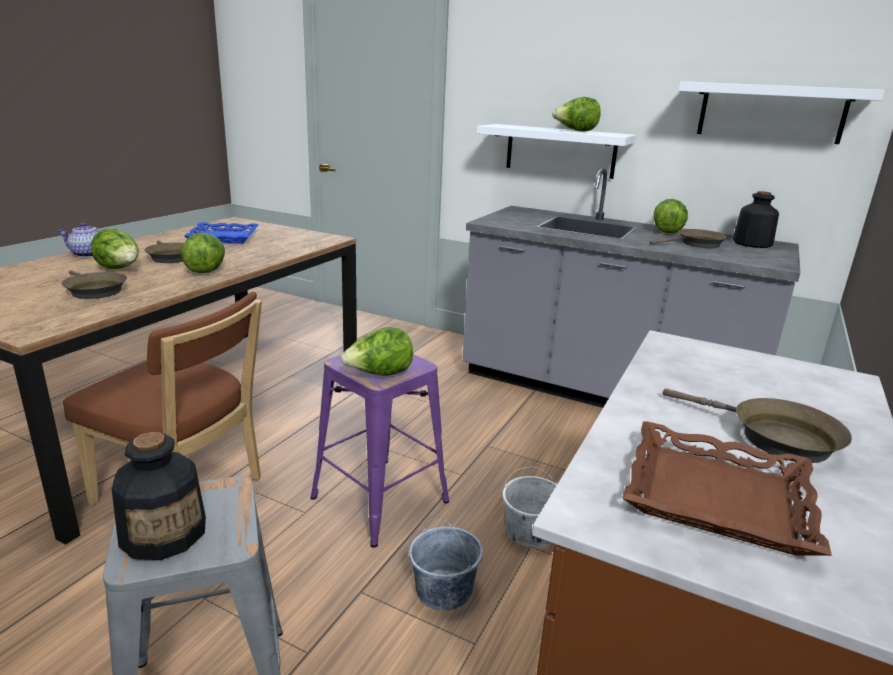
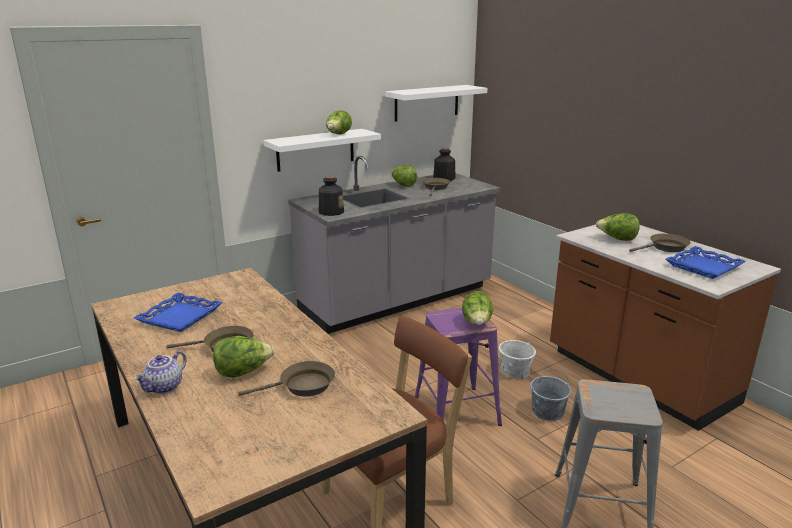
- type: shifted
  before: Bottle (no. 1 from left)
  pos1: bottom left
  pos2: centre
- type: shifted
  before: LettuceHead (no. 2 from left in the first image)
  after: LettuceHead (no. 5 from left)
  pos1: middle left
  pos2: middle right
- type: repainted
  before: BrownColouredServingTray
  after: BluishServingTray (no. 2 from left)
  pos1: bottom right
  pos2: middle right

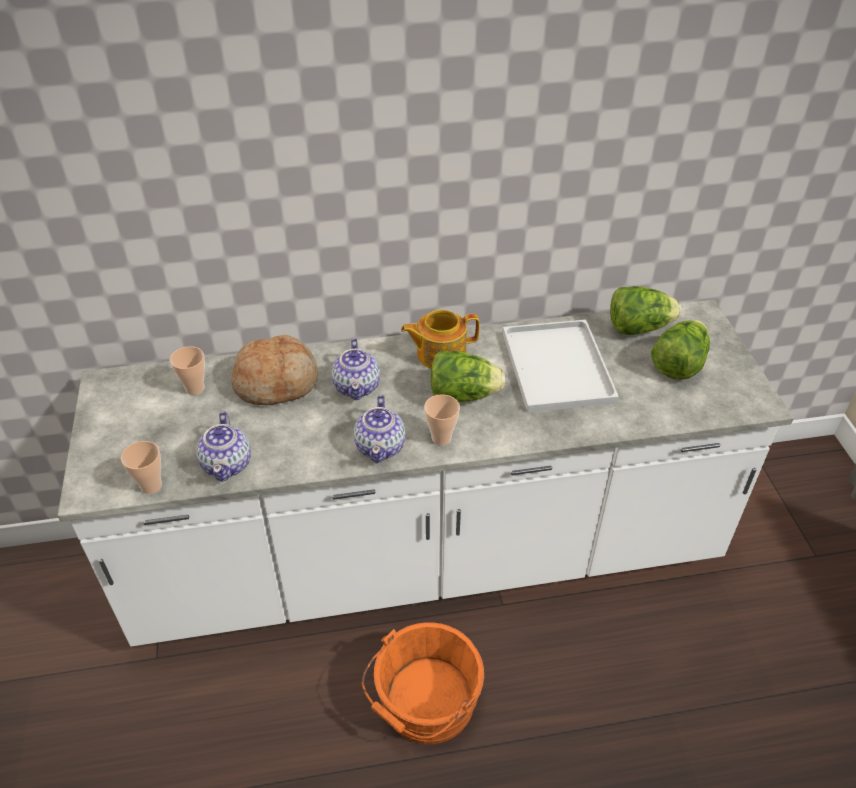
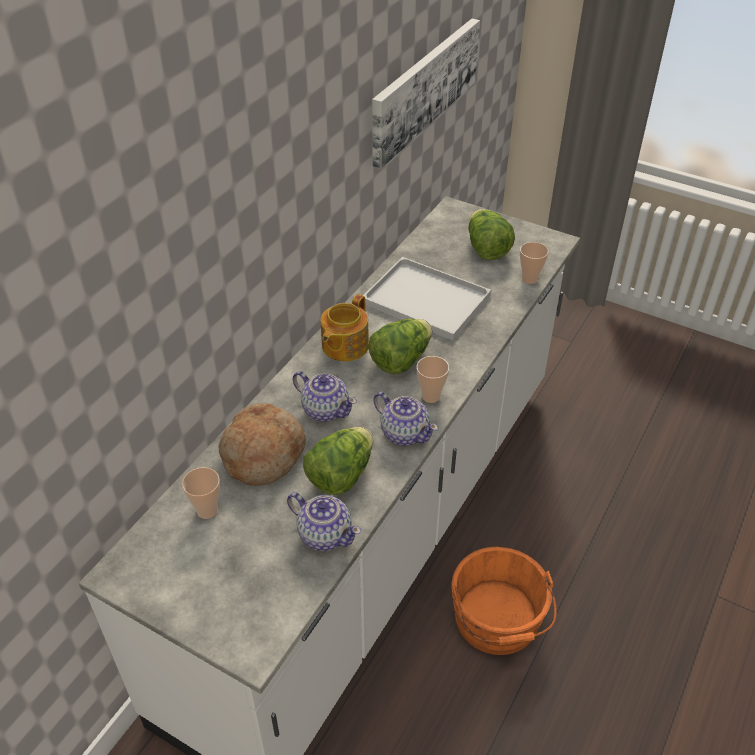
- type: shifted
  before: Cup (no. 1 from left in the first image)
  after: Cup (no. 3 from left)
  pos1: middle left
  pos2: middle right
- type: shifted
  before: LettuceHead (no. 2 from left in the first image)
  after: LettuceHead (no. 1 from left)
  pos1: middle right
  pos2: centre
- type: new
  after: Picture
  pos2: top centre

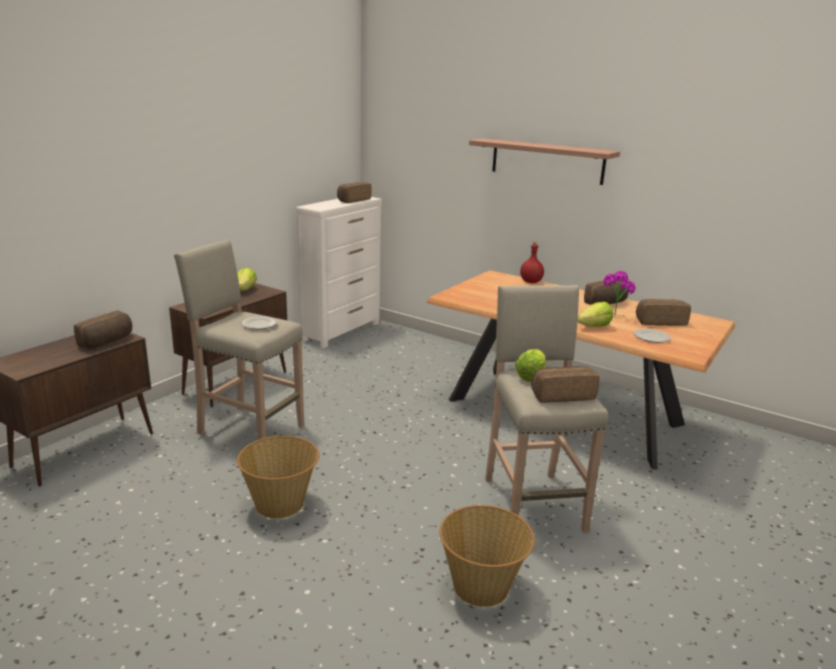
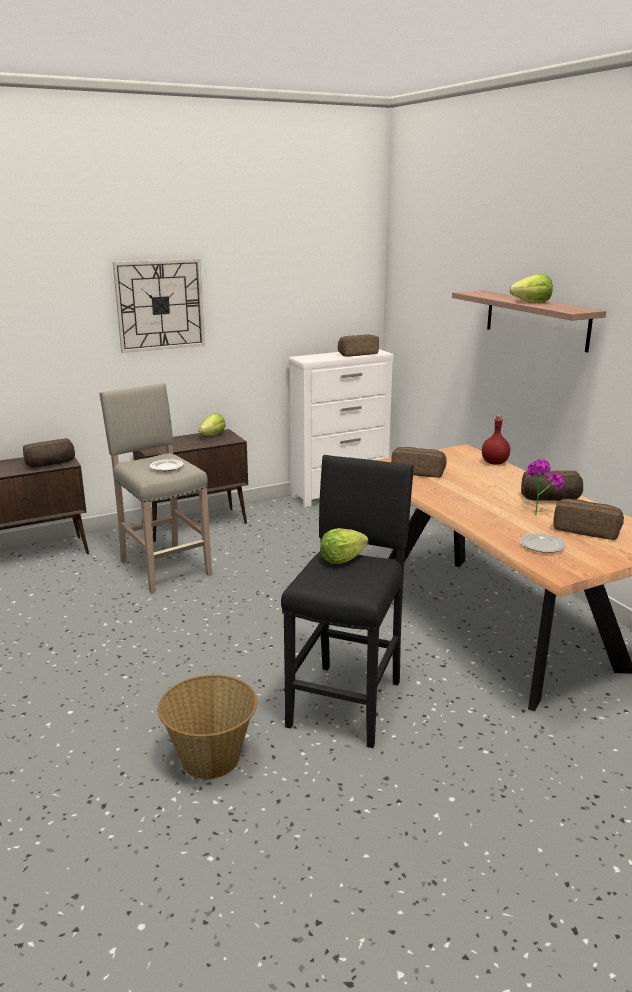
- type: gone
  before: StorageBasket (no. 1 from left)
  pos1: bottom left
- type: repainted
  before: BeigeColouredStoolSeat (no. 2 from left)
  after: BlackColouredStoolSeat
  pos1: centre
  pos2: centre
- type: shifted
  before: BakedBread (no. 3 from left)
  pos1: middle right
  pos2: centre
- type: shifted
  before: LettuceHead (no. 3 from left)
  pos1: middle right
  pos2: top right
- type: new
  after: HangingClock
  pos2: top left

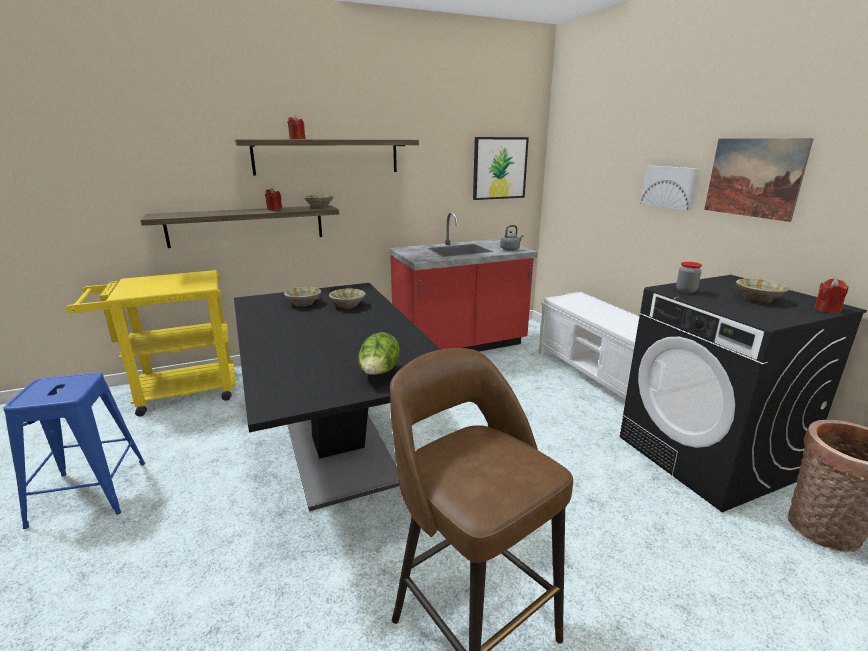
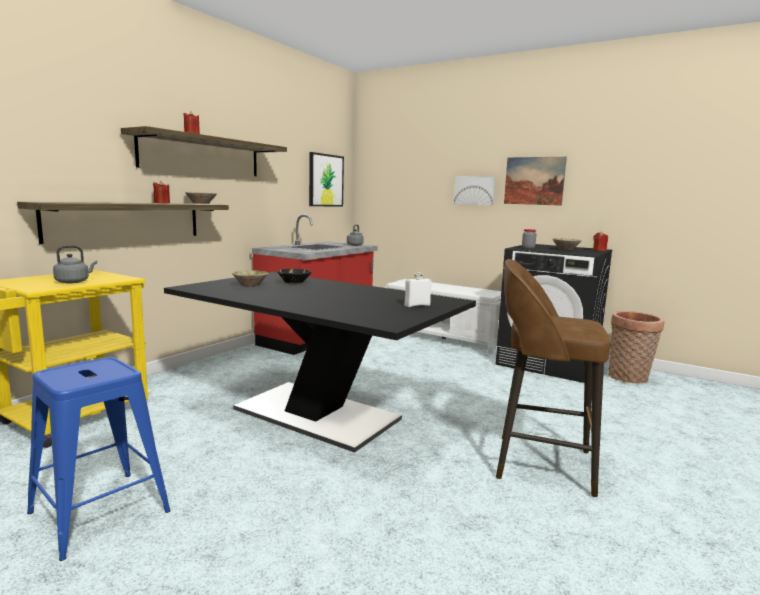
- type: repainted
  before: BeigeColouredServingBowl (no. 3 from left)
  after: BlackColouredServingBowl
  pos1: centre
  pos2: centre
- type: swapped
  before: LettuceHead
  after: WhitishBottle
  pos1: centre
  pos2: centre
- type: new
  after: GreyTeaKettle (no. 1 from left)
  pos2: middle left

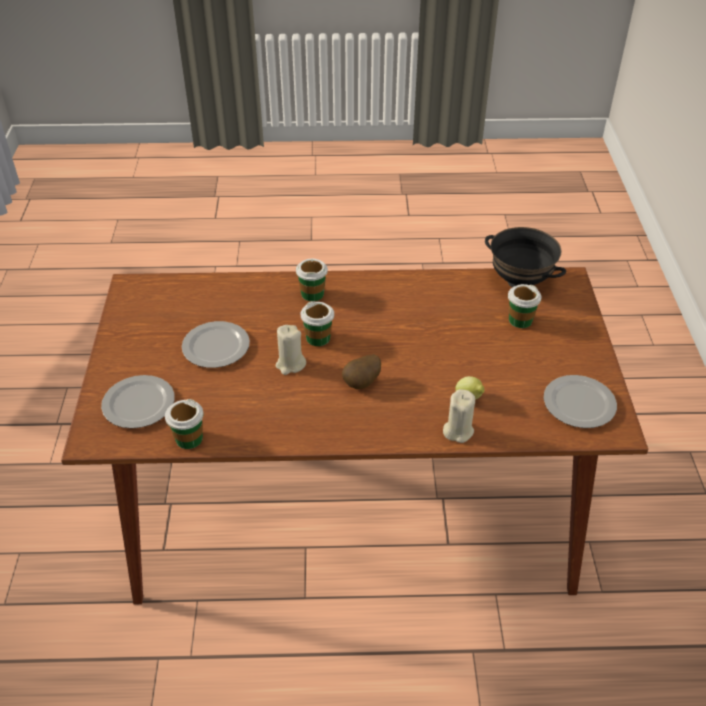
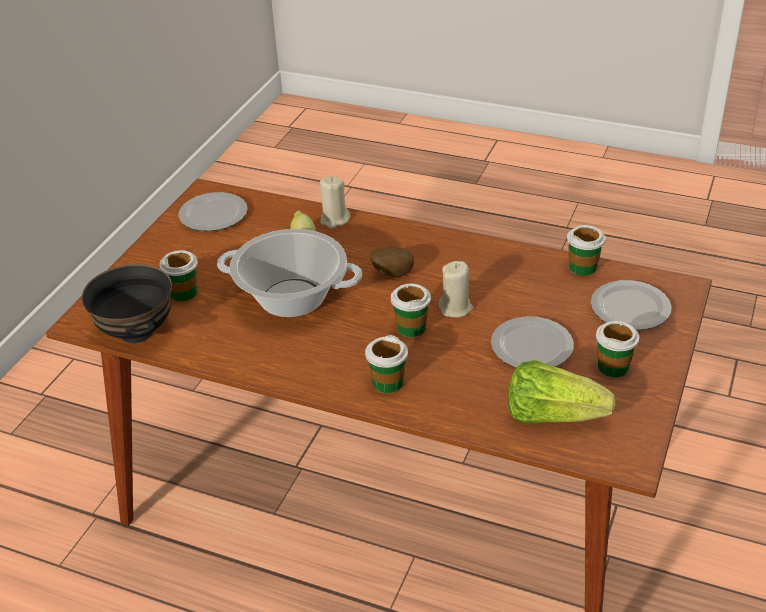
- type: new
  after: Saucepot
  pos2: centre
- type: new
  after: LettuceHead
  pos2: middle right
- type: new
  after: Cup (no. 5 from left)
  pos2: middle right

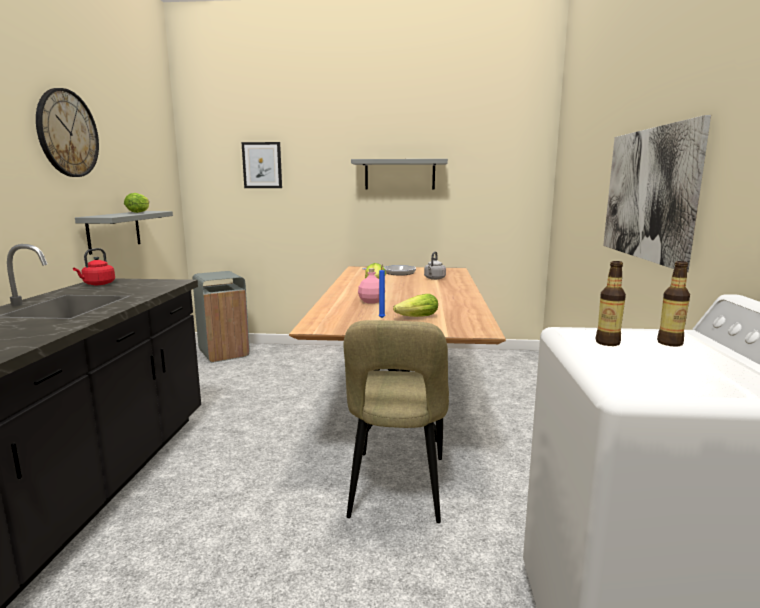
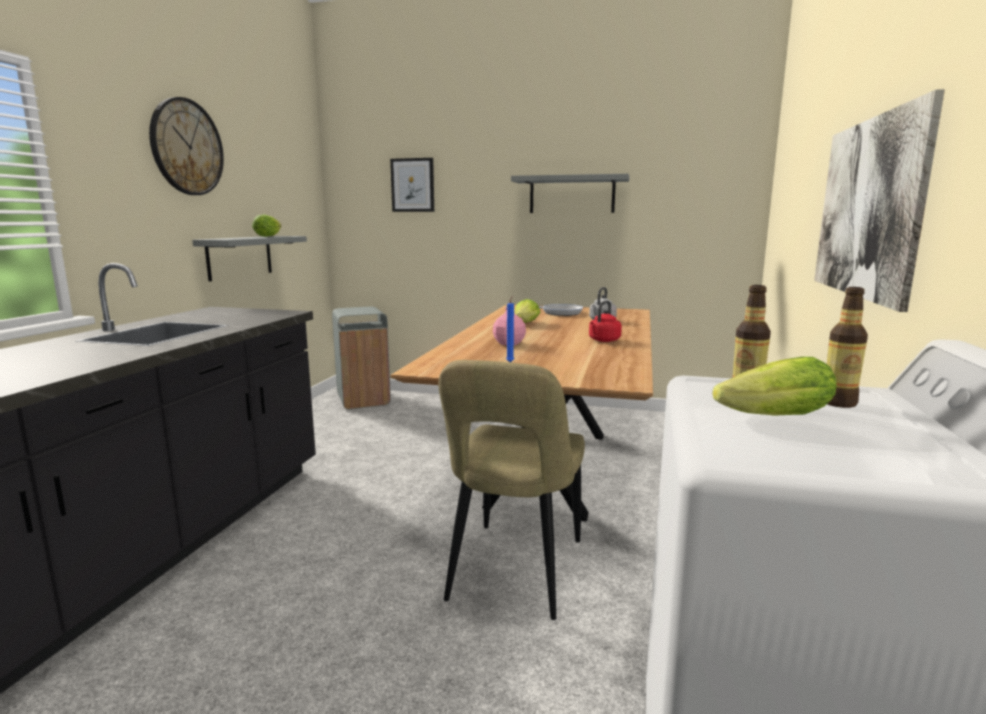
- type: shifted
  before: RedColouredTeaKettle
  pos1: middle left
  pos2: centre
- type: shifted
  before: LettuceHead (no. 3 from left)
  pos1: centre
  pos2: middle right

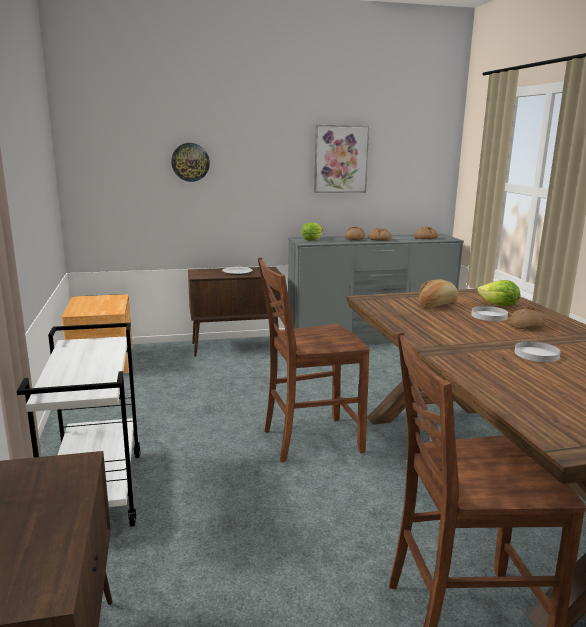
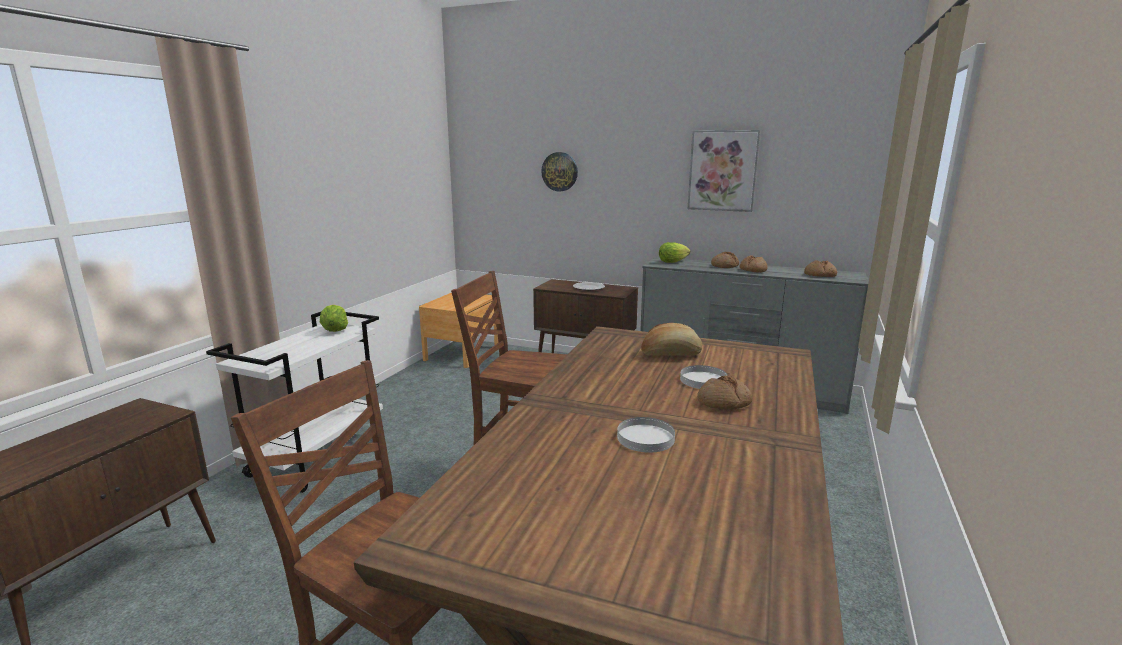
- type: shifted
  before: LettuceHead (no. 2 from left in the first image)
  after: LettuceHead (no. 1 from left)
  pos1: middle right
  pos2: middle left

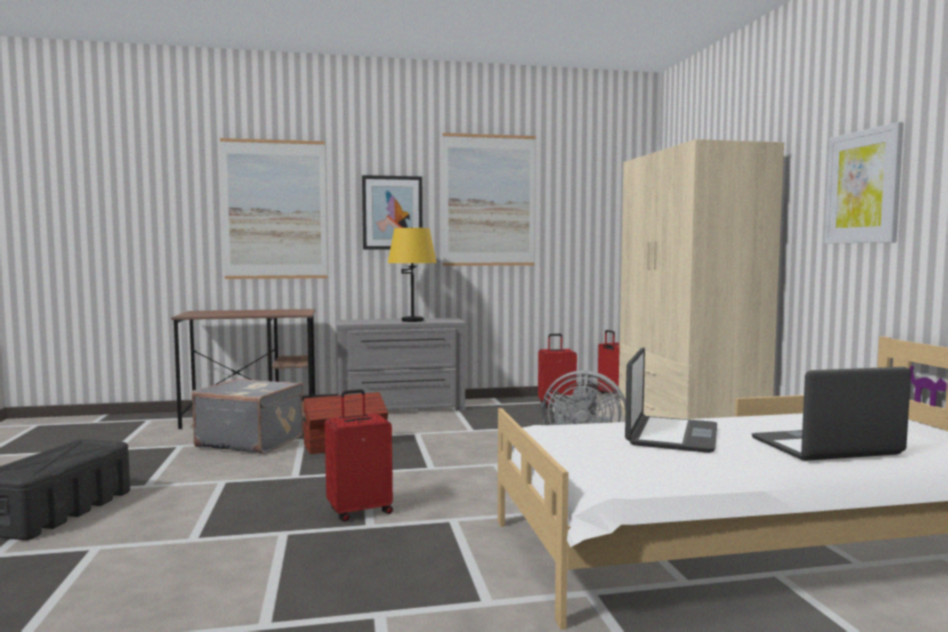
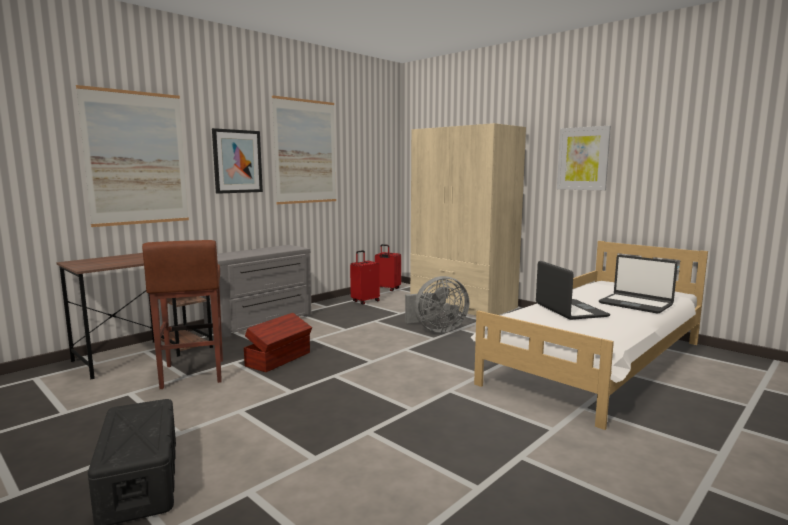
- type: swapped
  before: GreyTravelCase
  after: BrownColouredStoolSeat
  pos1: middle left
  pos2: middle left
- type: gone
  before: RedColouredTravelCase (no. 1 from left)
  pos1: bottom centre
- type: gone
  before: YellowColouredLampForATable
  pos1: centre
- type: rotated
  before: PortableComputer (no. 2 from left)
  pos1: middle right
  pos2: middle right
  turn: -90

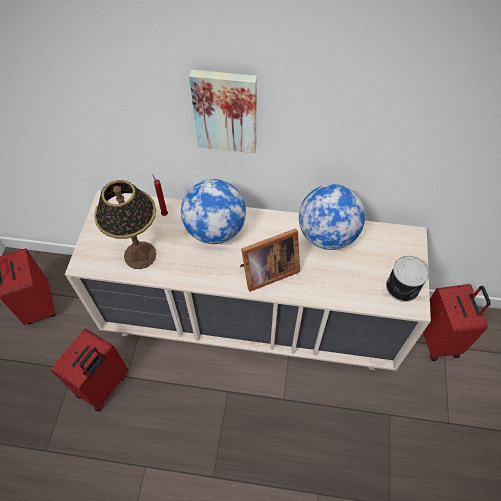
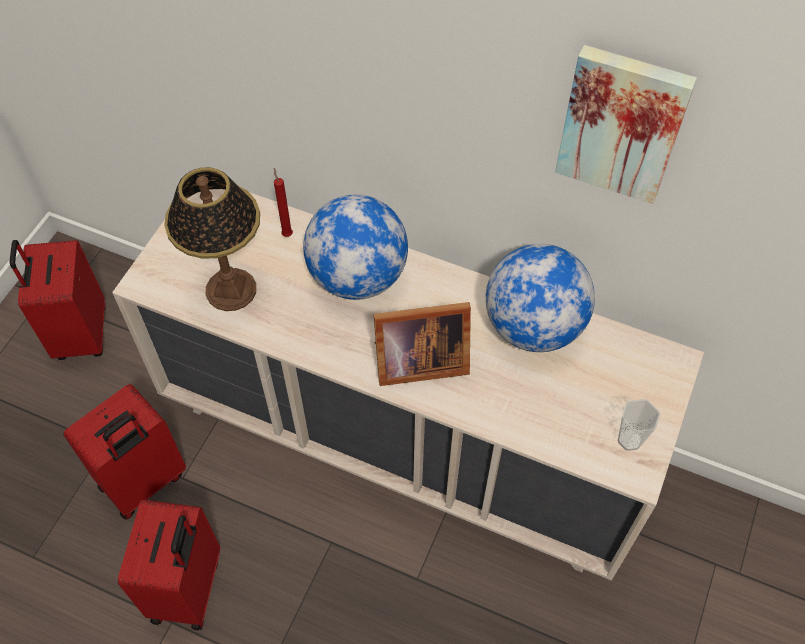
- type: shifted
  before: Picture
  pos1: top centre
  pos2: top right
- type: swapped
  before: SealedCan
  after: Cup
  pos1: middle right
  pos2: middle right
- type: shifted
  before: RedColouredTravelCase (no. 3 from left)
  pos1: middle right
  pos2: bottom left

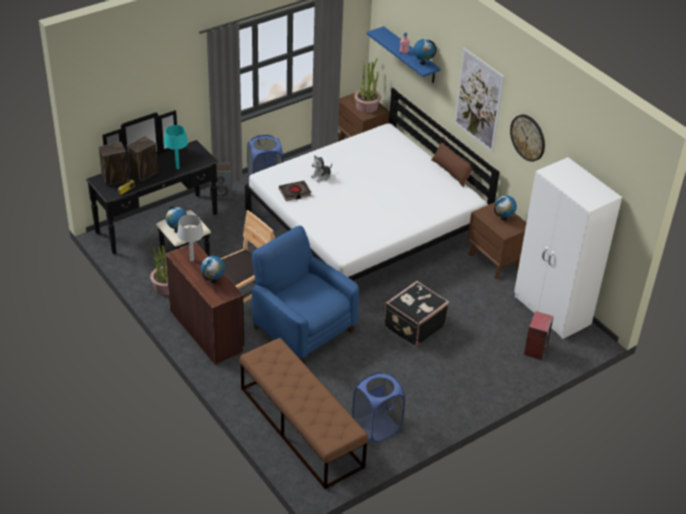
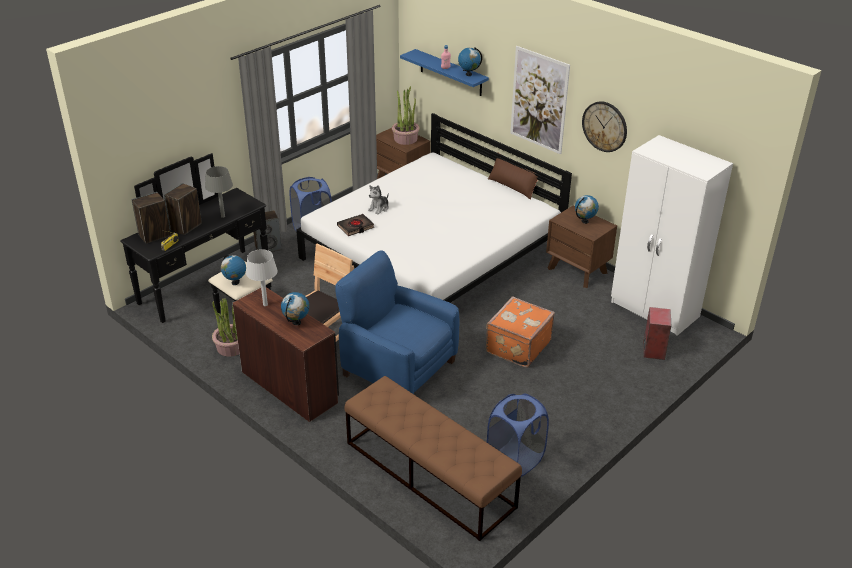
- type: repainted
  before: TurquoiseLampForATable
  after: GreyLampForATable (no. 1 from left)
  pos1: top left
  pos2: middle left
- type: repainted
  before: BlackColouredTravelCase
  after: OrangeyTravelCase
  pos1: centre
  pos2: centre

